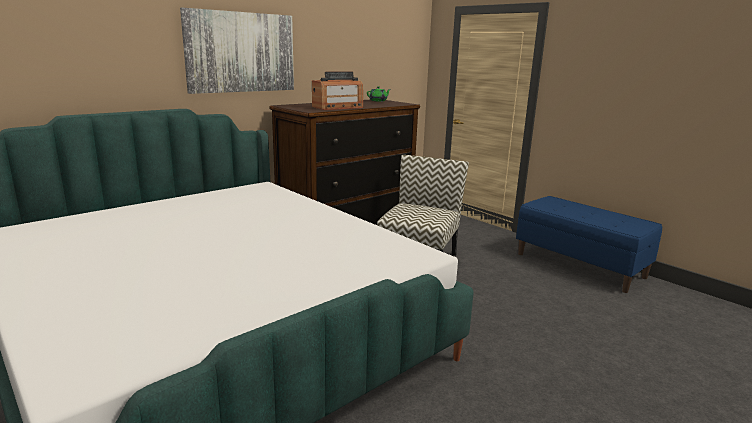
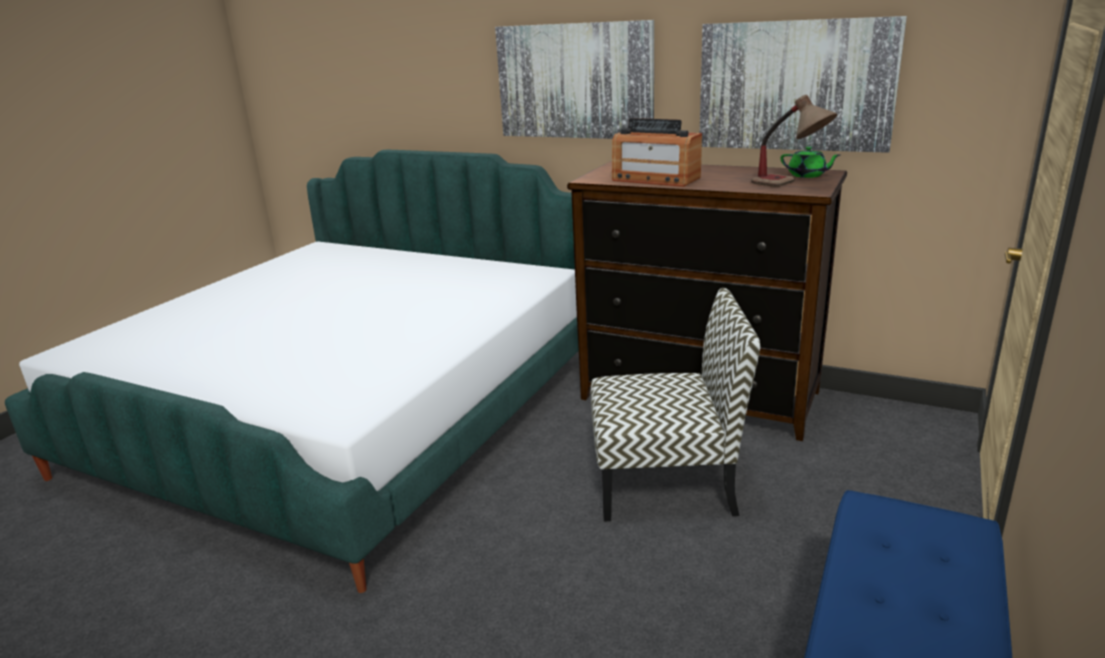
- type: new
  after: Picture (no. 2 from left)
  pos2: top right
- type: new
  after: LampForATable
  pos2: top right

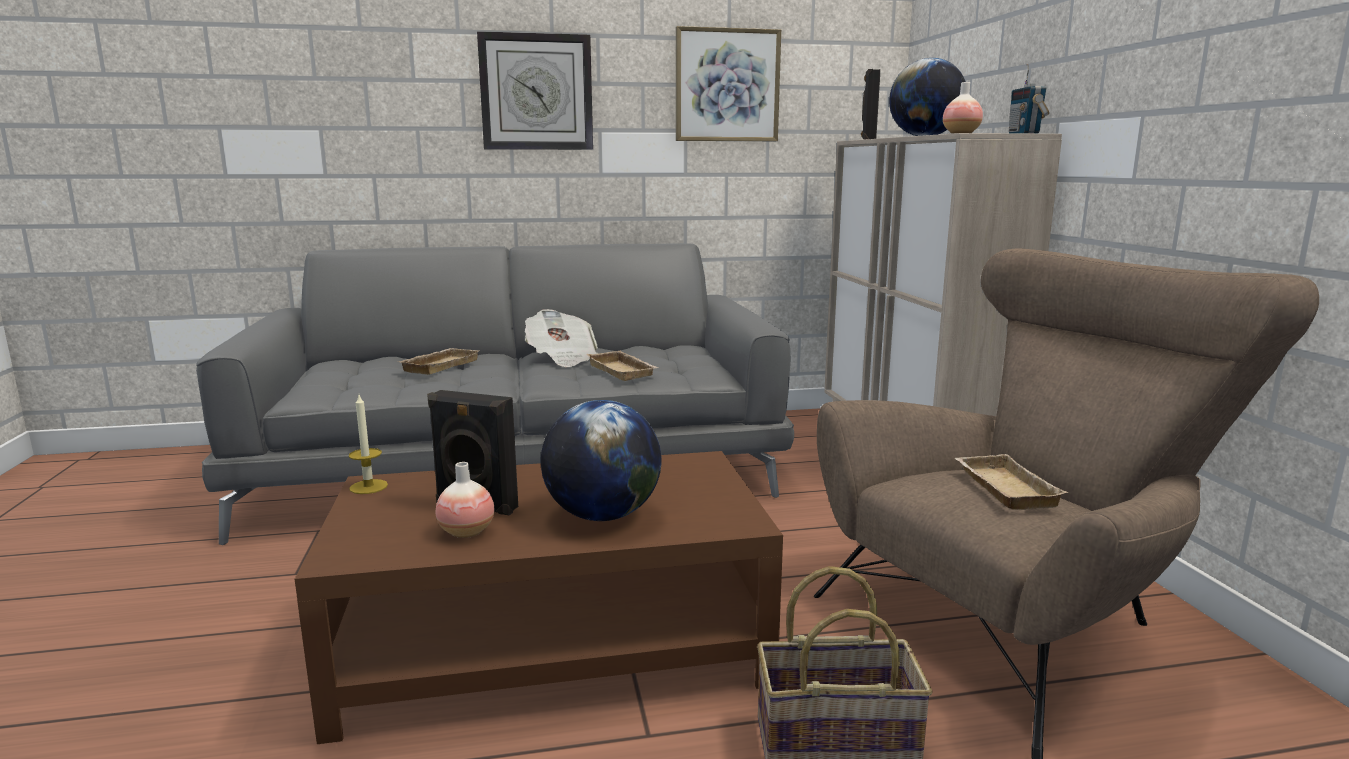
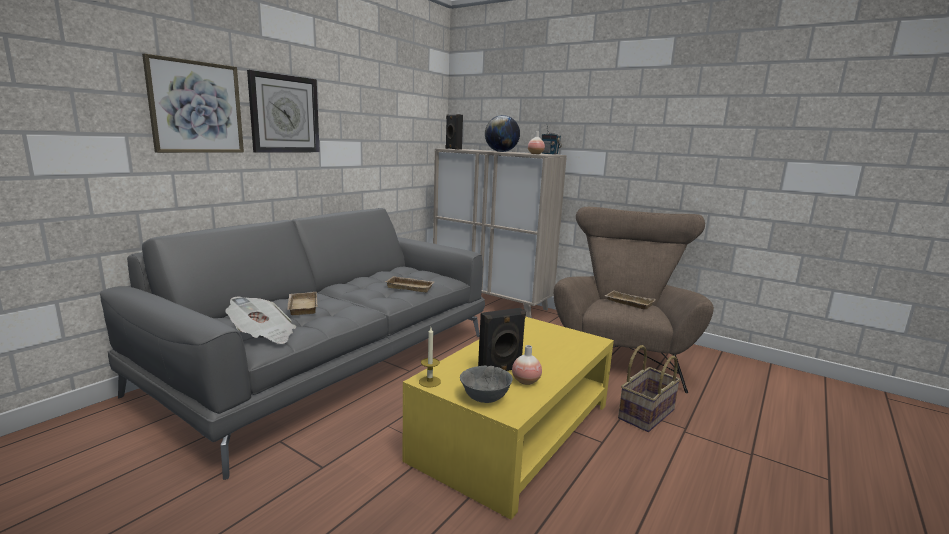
- type: repainted
  before: BrownColouredLowTable
  after: YellowColouredLowTable
  pos1: bottom centre
  pos2: bottom centre
- type: shifted
  before: DailyPaper
  pos1: centre
  pos2: middle left
- type: gone
  before: DeskGlobe (no. 1 from left)
  pos1: centre
- type: shifted
  before: Picture
  pos1: top centre
  pos2: top left
- type: new
  after: GreyServingBowl
  pos2: bottom centre

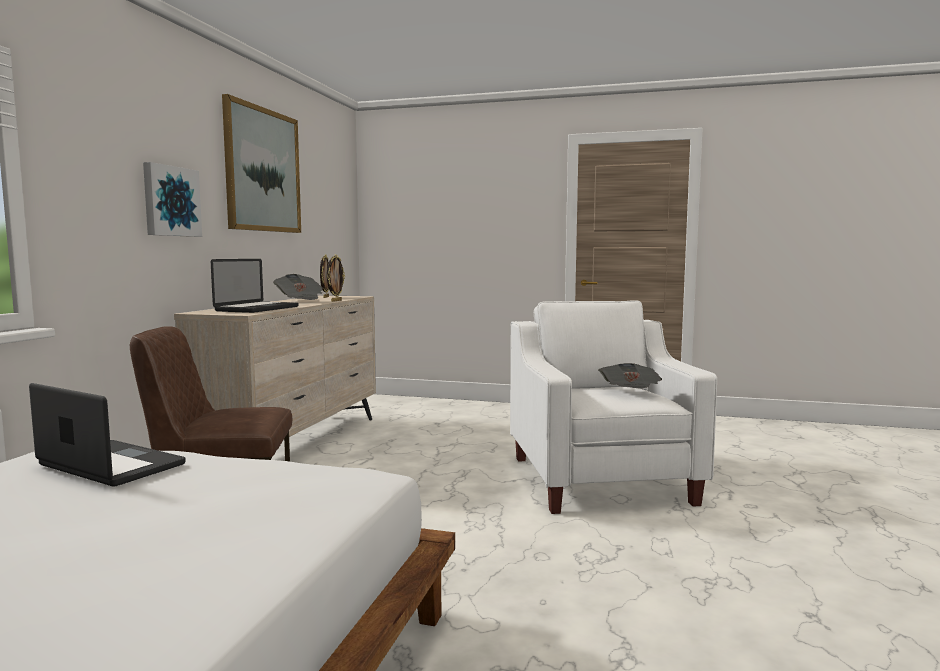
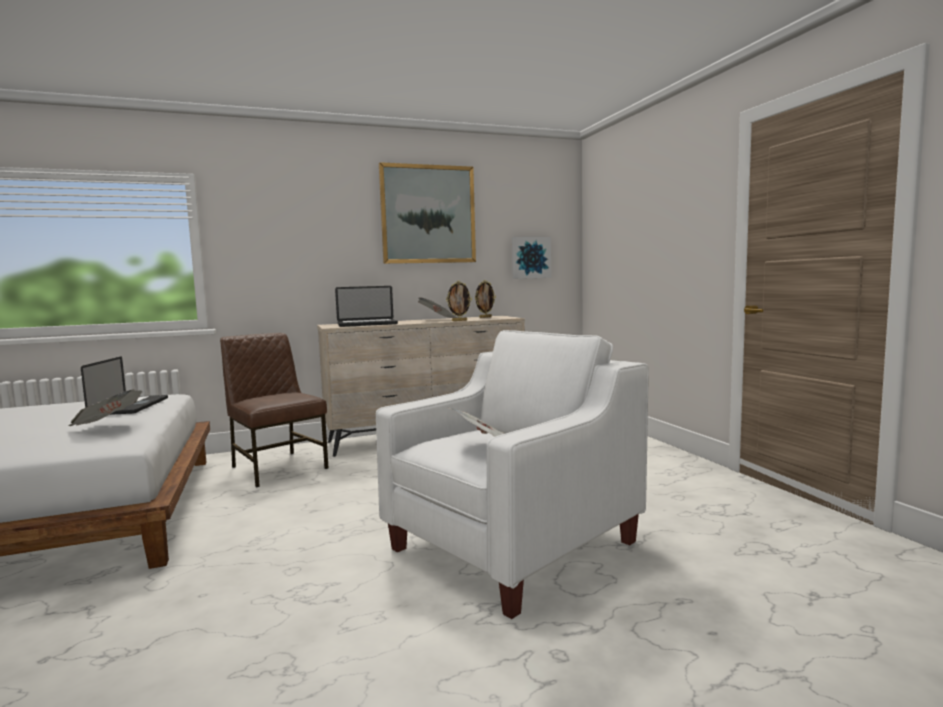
- type: shifted
  before: Picture (no. 1 from left in the first image)
  after: Picture (no. 2 from left)
  pos1: top left
  pos2: centre
- type: new
  after: DailyPaper (no. 1 from left)
  pos2: middle left

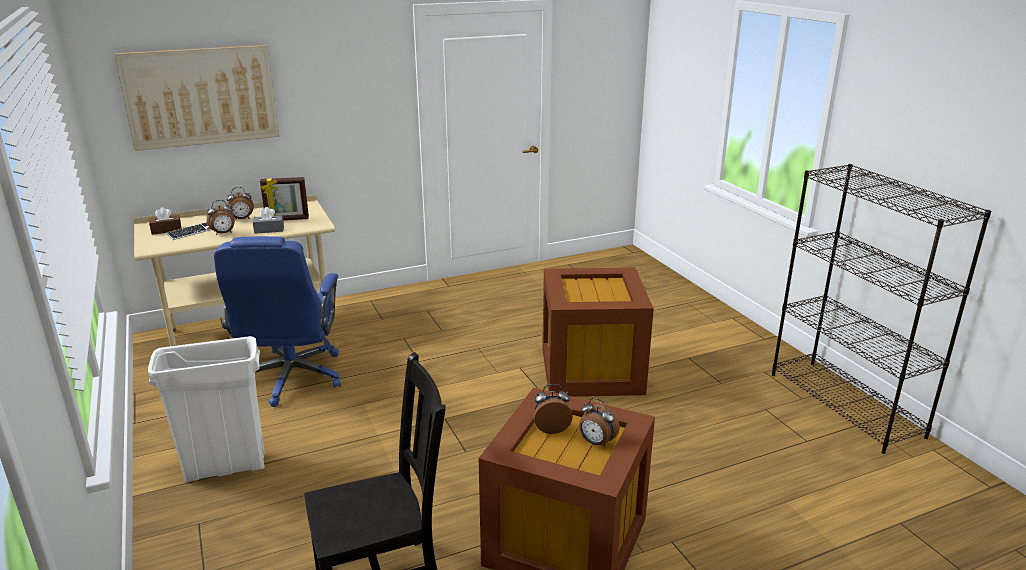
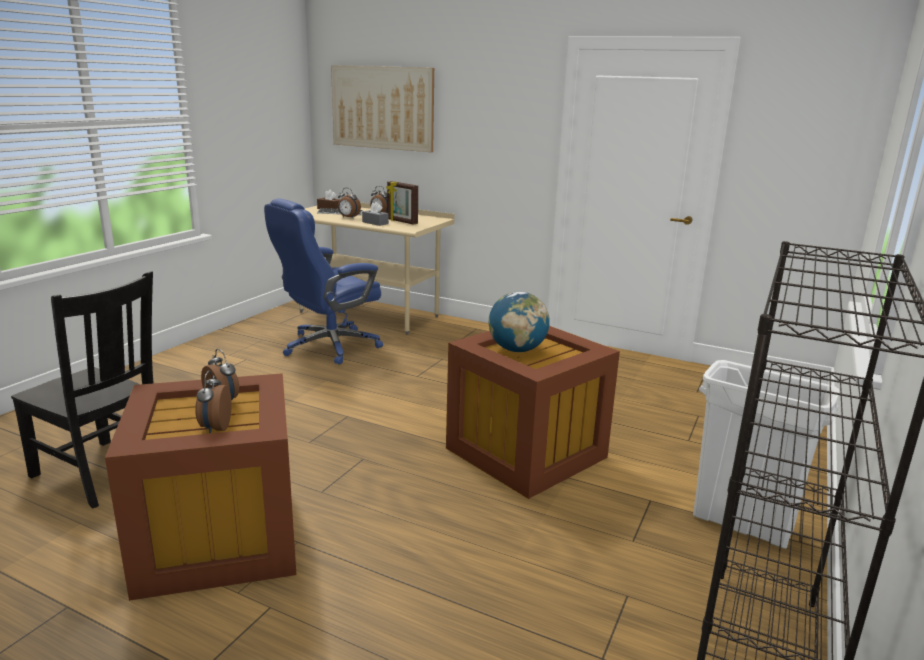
- type: shifted
  before: WhitishRubbishBin
  pos1: bottom left
  pos2: bottom right
- type: new
  after: DeskGlobe
  pos2: centre

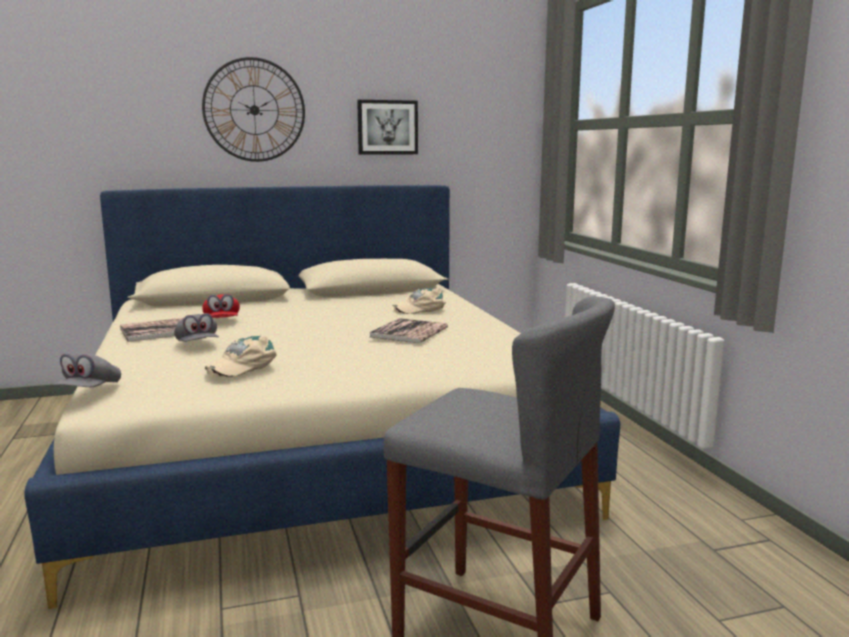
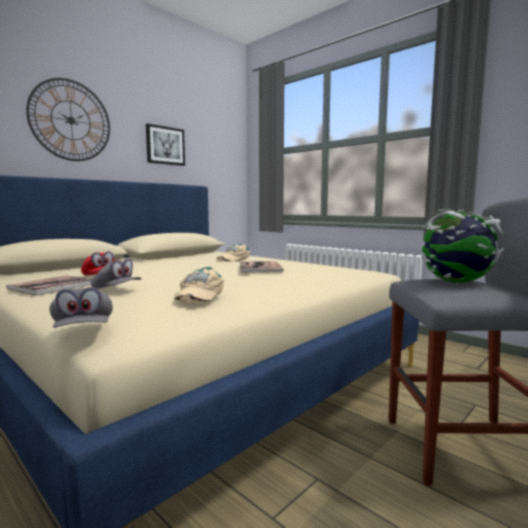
- type: new
  after: DeskGlobe
  pos2: middle right

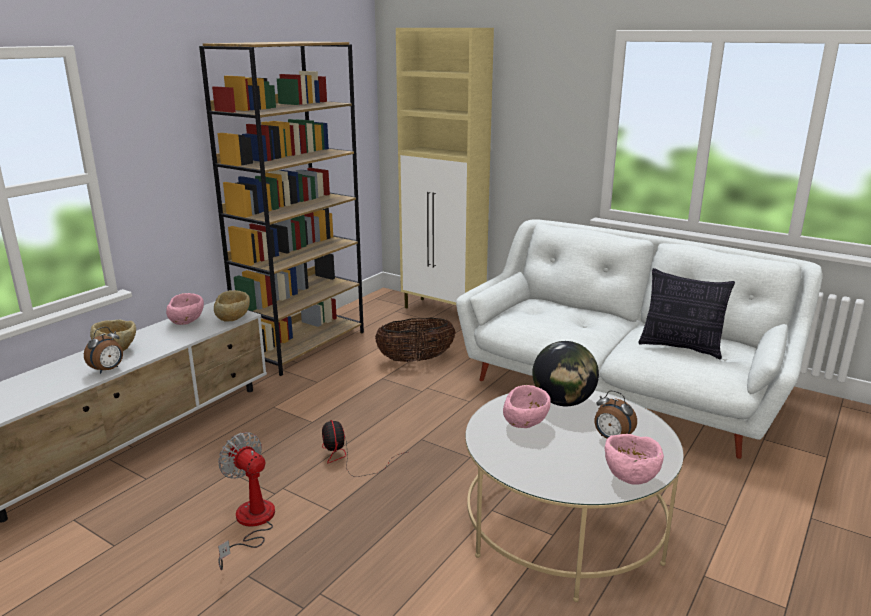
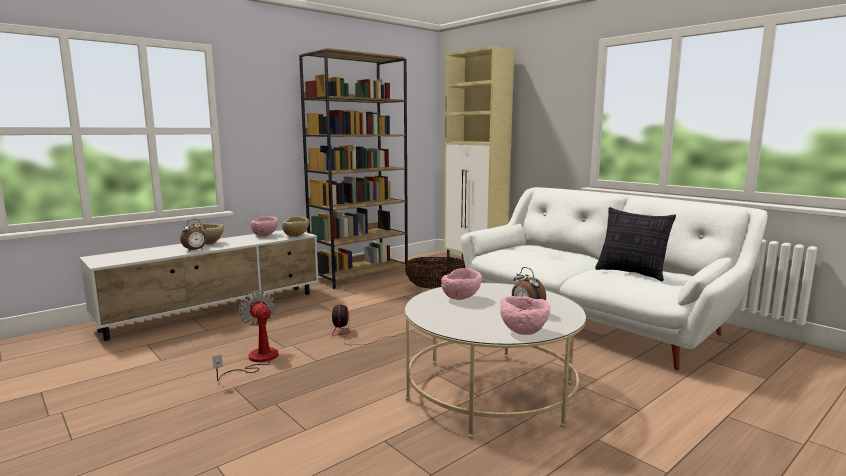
- type: gone
  before: DeskGlobe
  pos1: centre

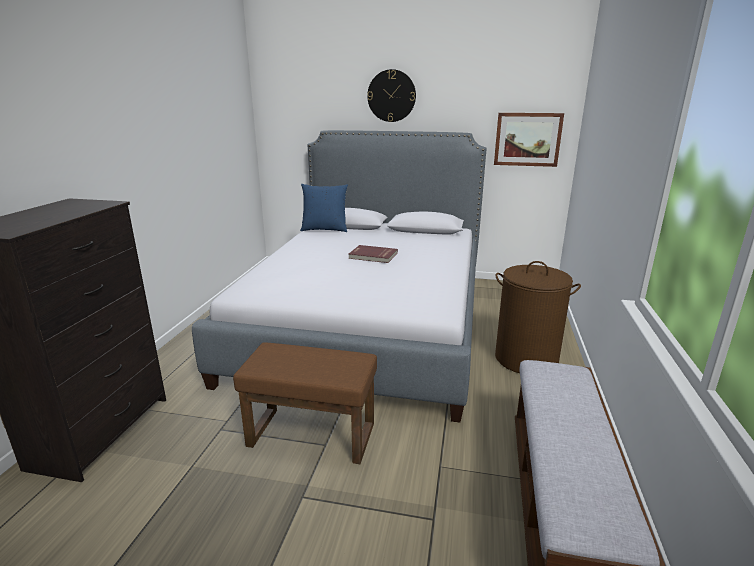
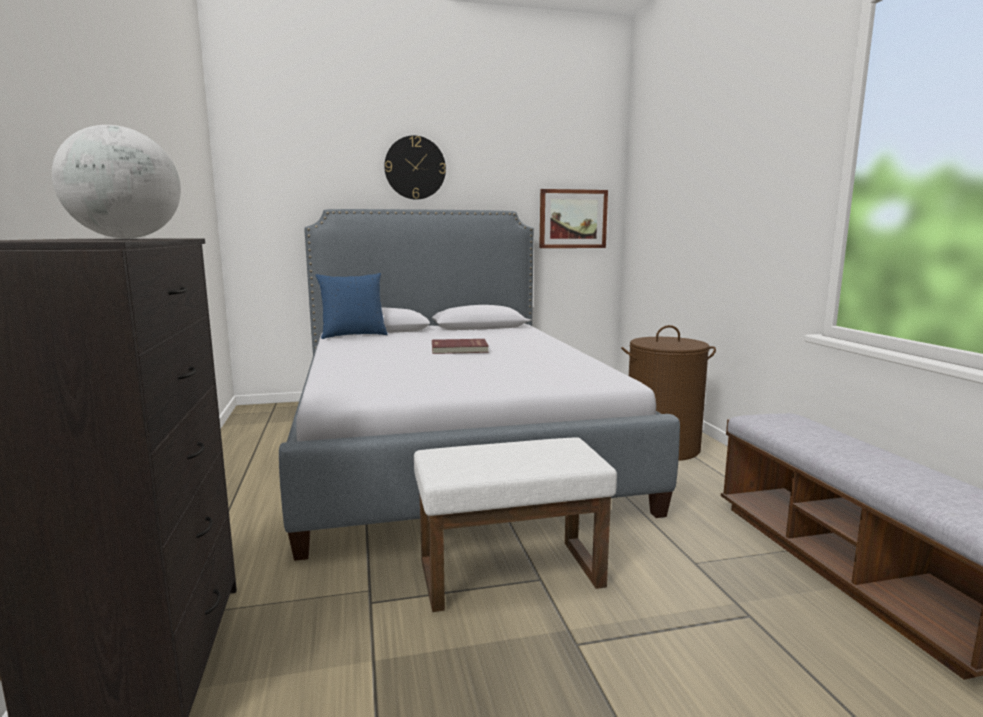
- type: repainted
  before: BrownColouredPouffe
  after: WhitishPouffe
  pos1: bottom centre
  pos2: bottom centre
- type: new
  after: DeskGlobe
  pos2: top left

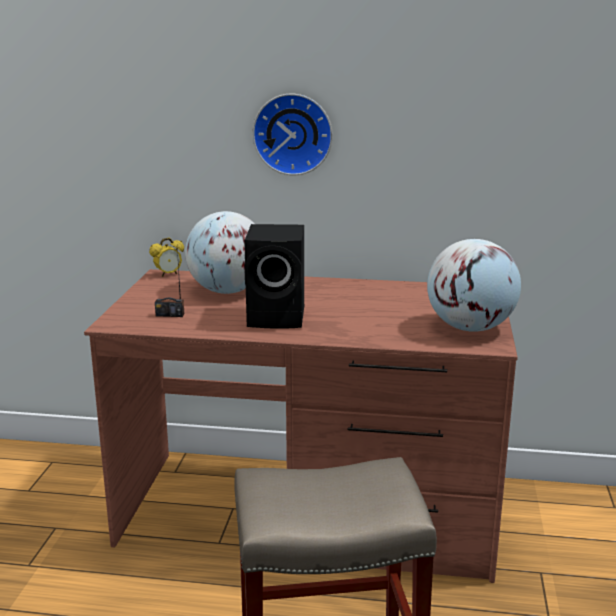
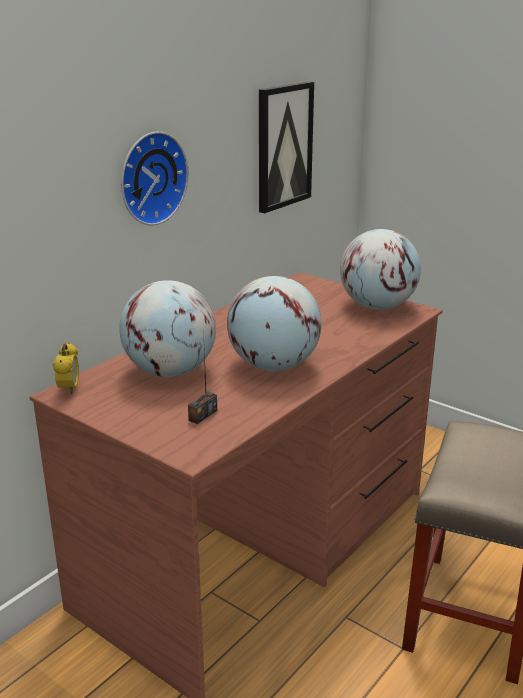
- type: swapped
  before: BlackColouredAudioSpeaker
  after: DeskGlobe (no. 2 from left)
  pos1: centre
  pos2: centre
- type: new
  after: Picture
  pos2: top centre

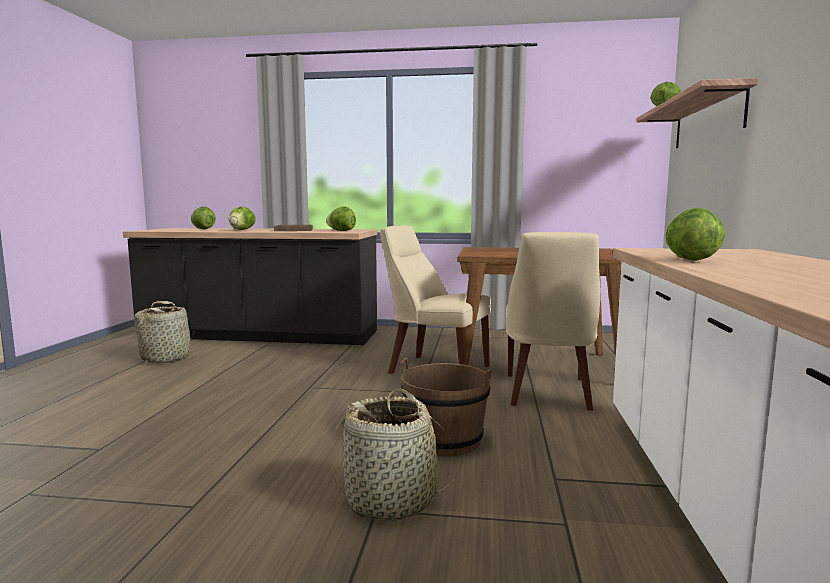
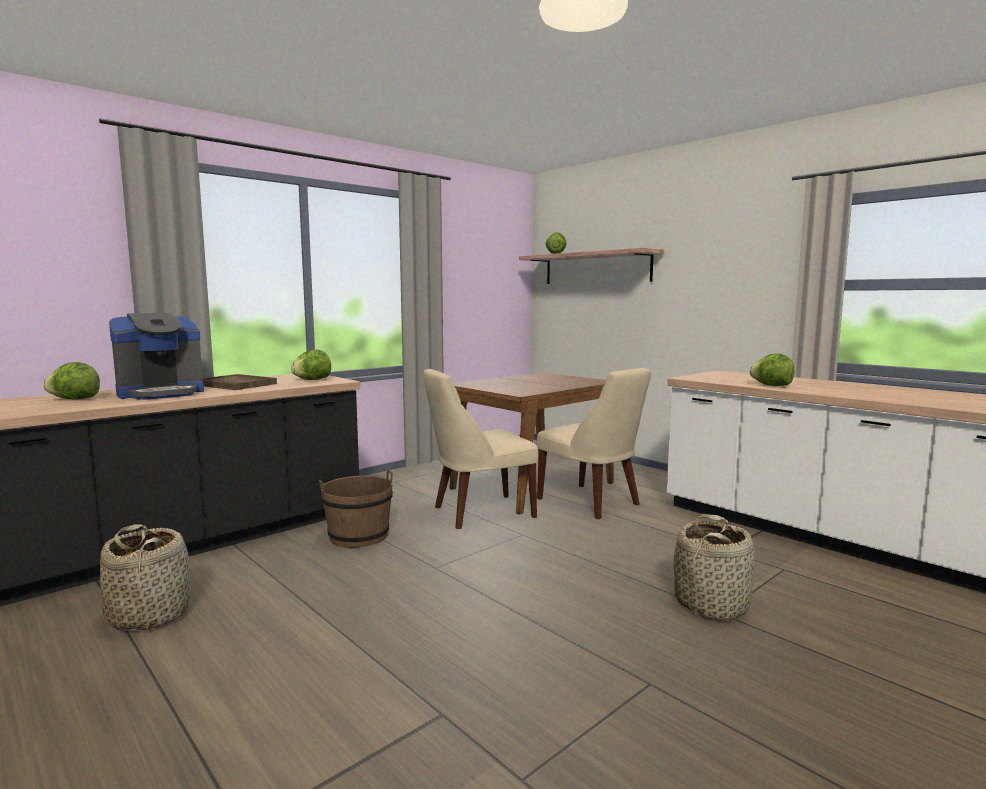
- type: swapped
  before: LettuceHead (no. 2 from left)
  after: CoffeeMachine
  pos1: middle left
  pos2: middle left
- type: shifted
  before: BrownColouredPail
  pos1: bottom centre
  pos2: centre

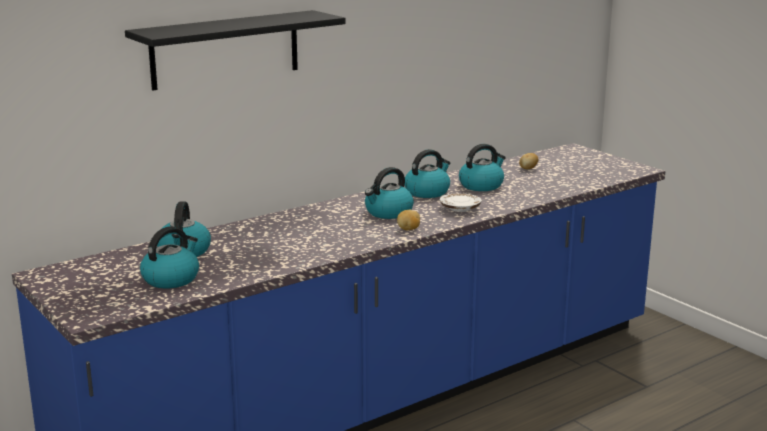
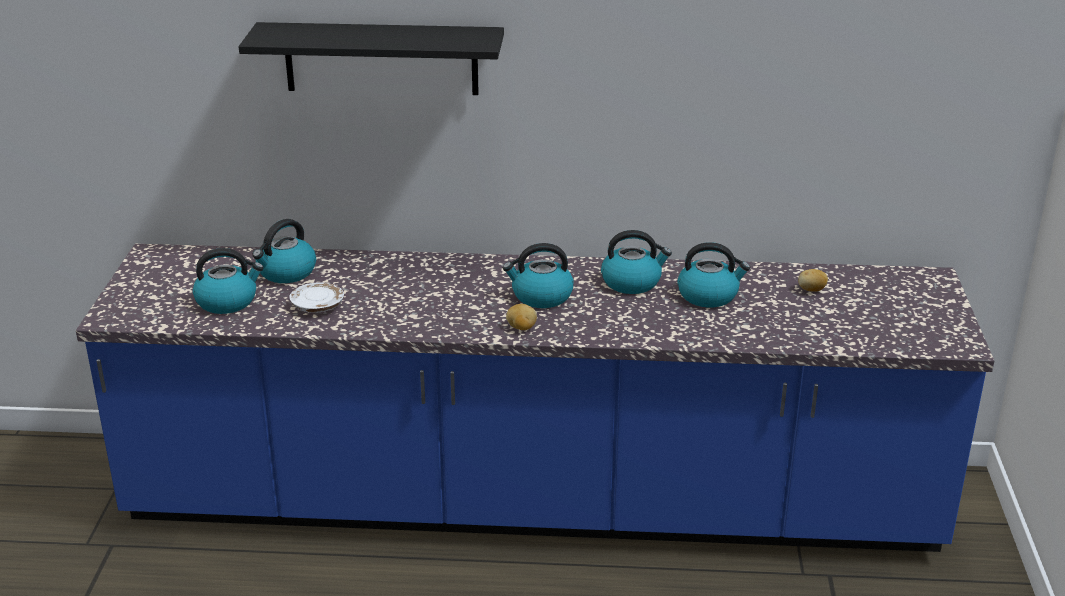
- type: shifted
  before: WhitishDinnerPlate
  pos1: centre
  pos2: middle left

